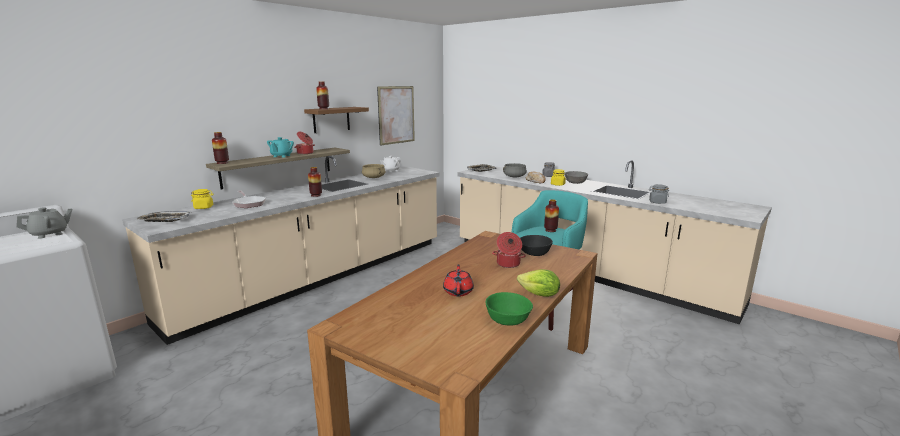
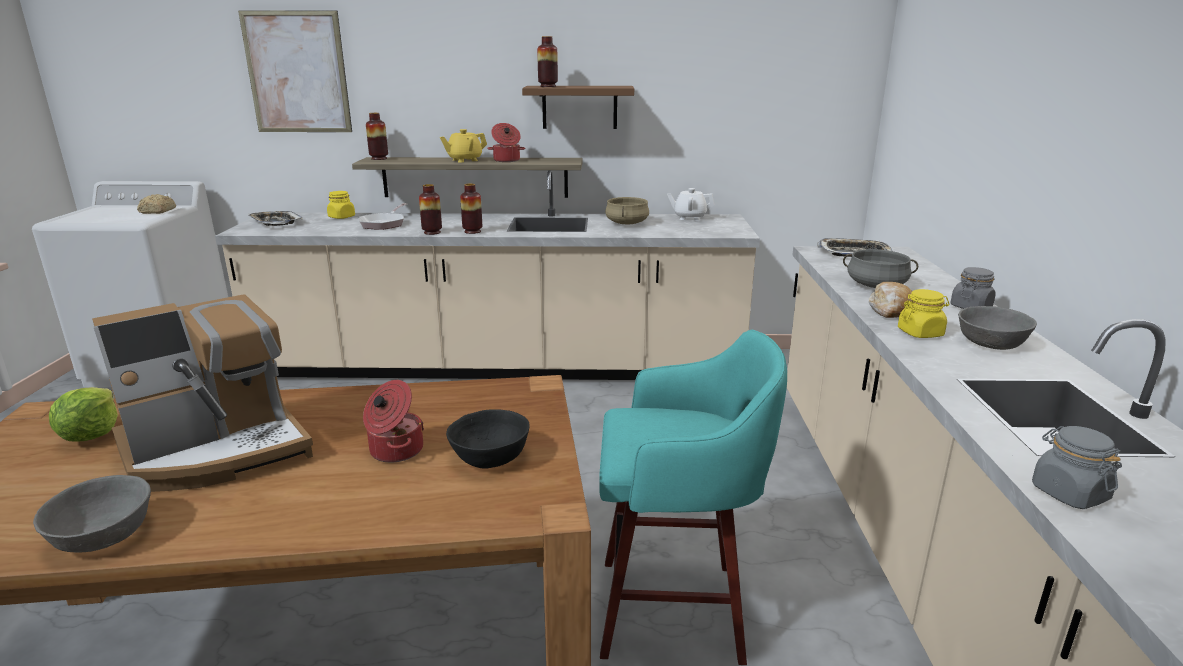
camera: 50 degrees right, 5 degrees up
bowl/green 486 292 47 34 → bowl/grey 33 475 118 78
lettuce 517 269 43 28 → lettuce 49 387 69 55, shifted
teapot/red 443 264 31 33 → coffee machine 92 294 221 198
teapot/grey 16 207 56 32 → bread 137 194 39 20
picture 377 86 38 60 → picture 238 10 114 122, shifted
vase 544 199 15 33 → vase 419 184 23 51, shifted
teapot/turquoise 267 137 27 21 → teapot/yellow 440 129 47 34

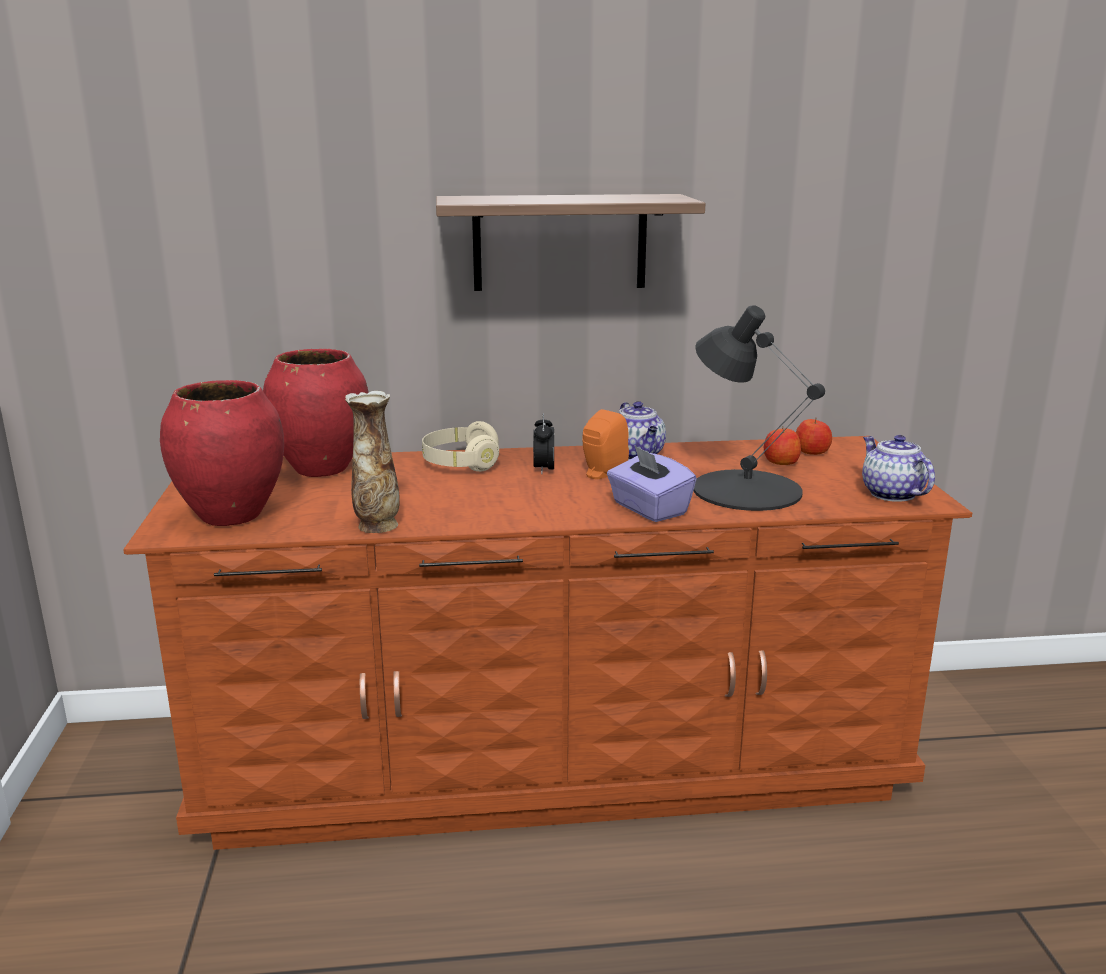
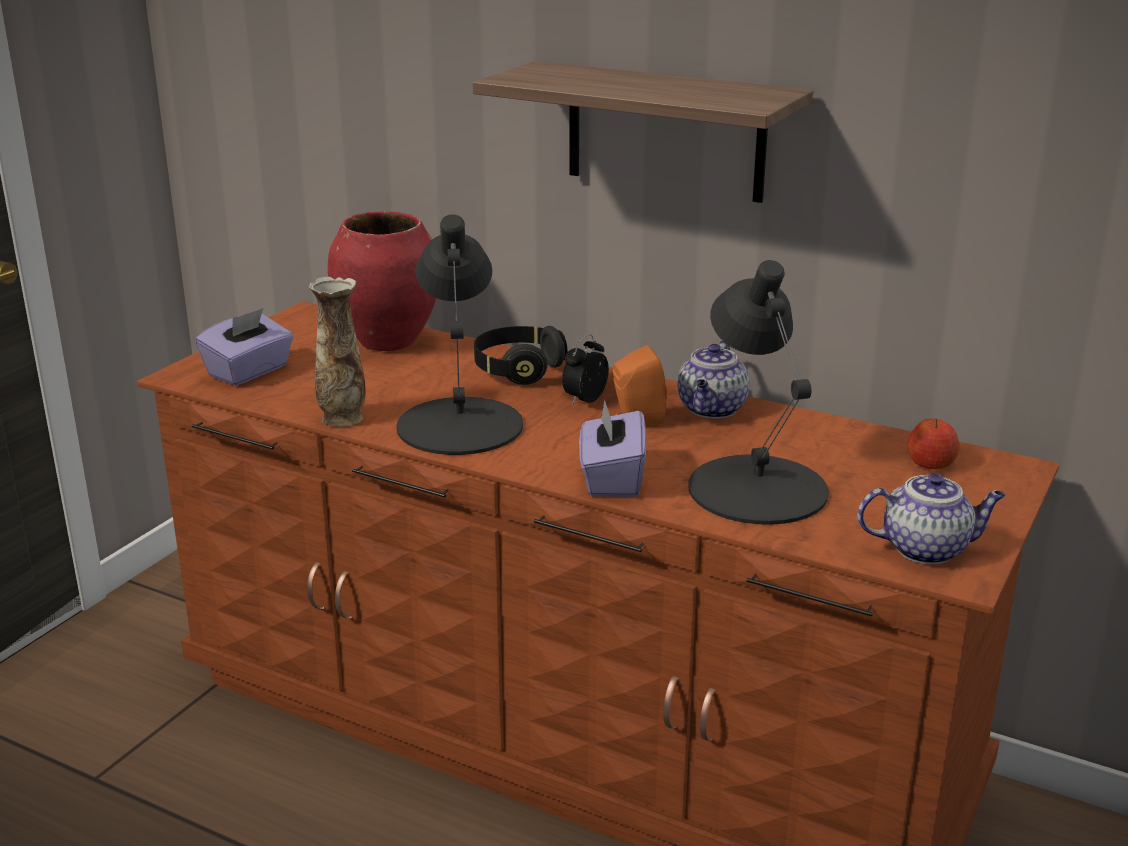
camera: 35 degrees right, 5 degrees up
vase/red 160 380 124 146 → tissue box/purple 195 308 99 78
- → table lamp/black 396 214 127 241
headphones/beige 422 421 77 51 → headphones/black 474 326 93 59
teapot 862 435 73 67 → teapot 858 473 148 91, 75 degrees clockwise
apple 764 427 37 38 → -

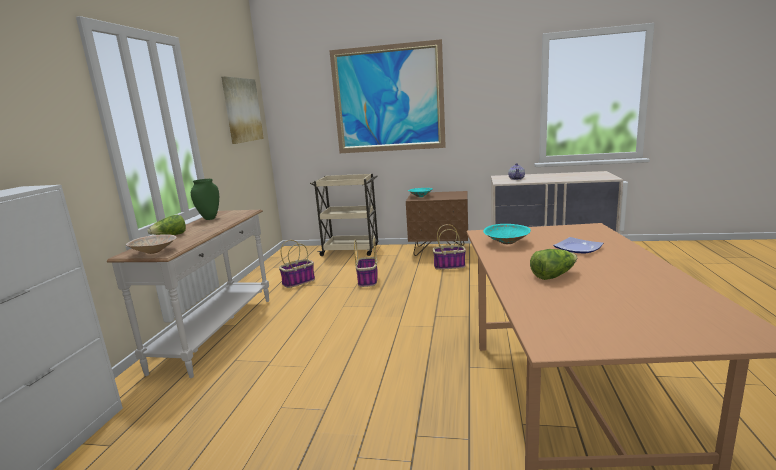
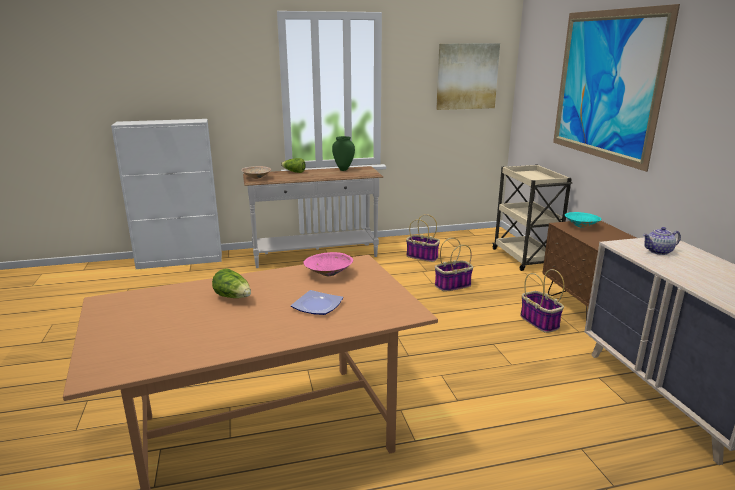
camera: 65 degrees right, 5 degrees up
bowl/turquoise 483 224 48 20 → bowl/pink 304 252 49 24

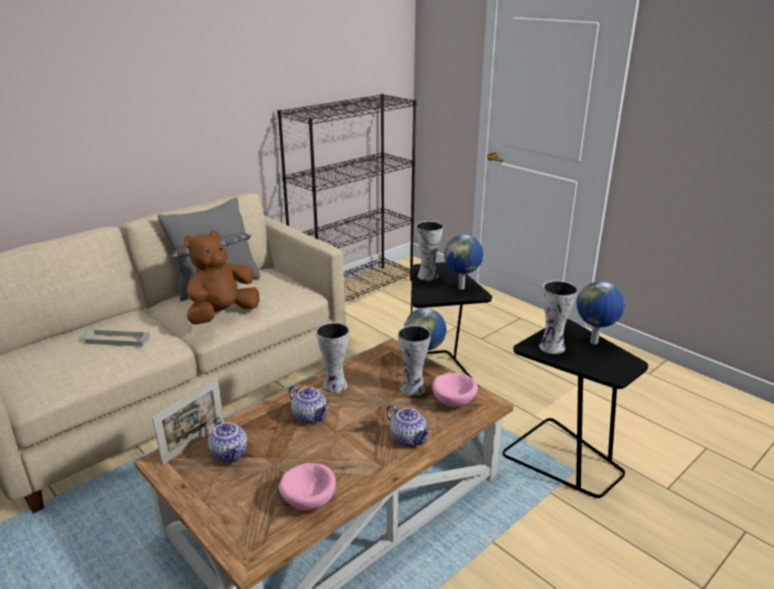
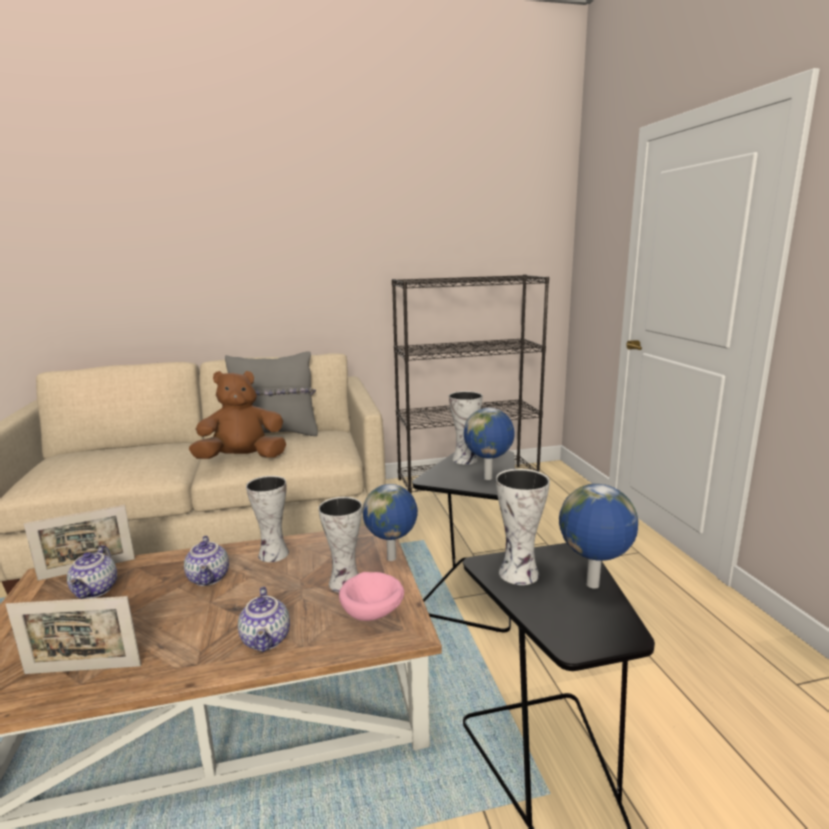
camera: 30 degrees right, 10 degrees down
bowl/pink 279 463 57 47 → picture frame 6 596 135 78
tray/grey 84 329 66 17 → -

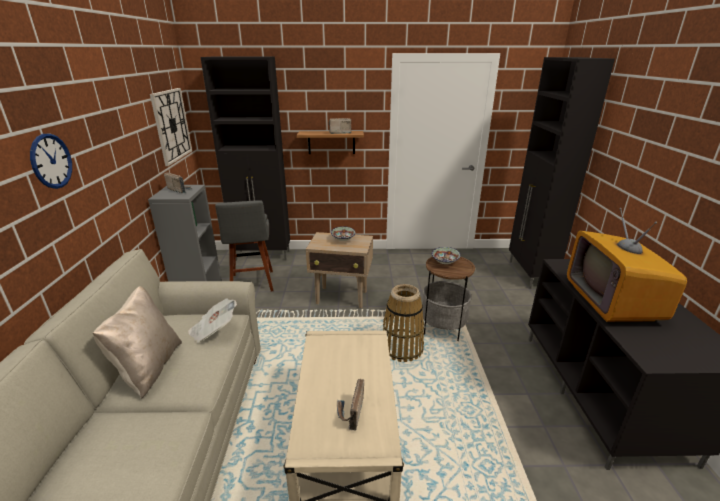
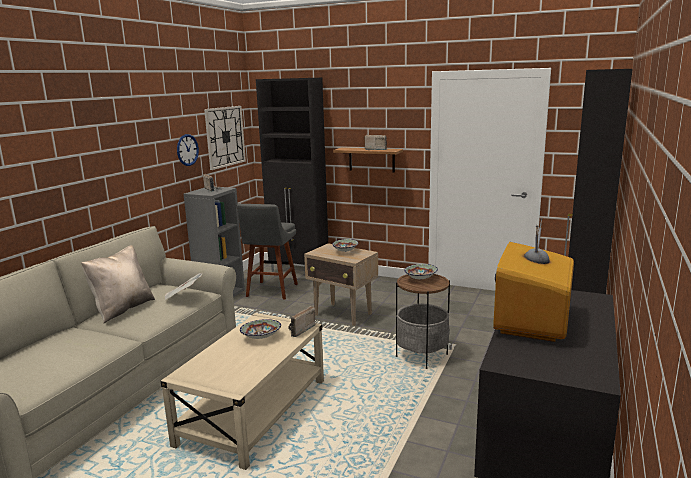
camera: 25 degrees right, 10 degrees down
wall clock 30 134 42 55 → wall clock 177 134 22 32, shifted
- → bowl 240 319 41 20
radio 337 379 27 51 → radio 288 306 28 31, shifted
basket 383 284 41 78 → -

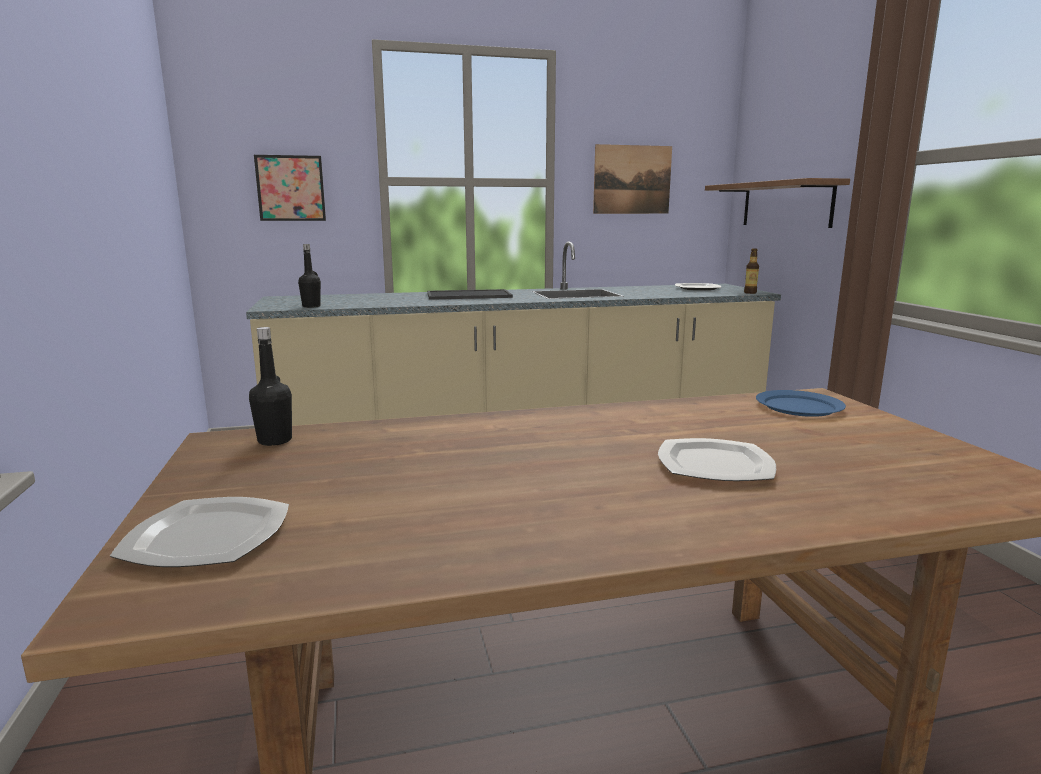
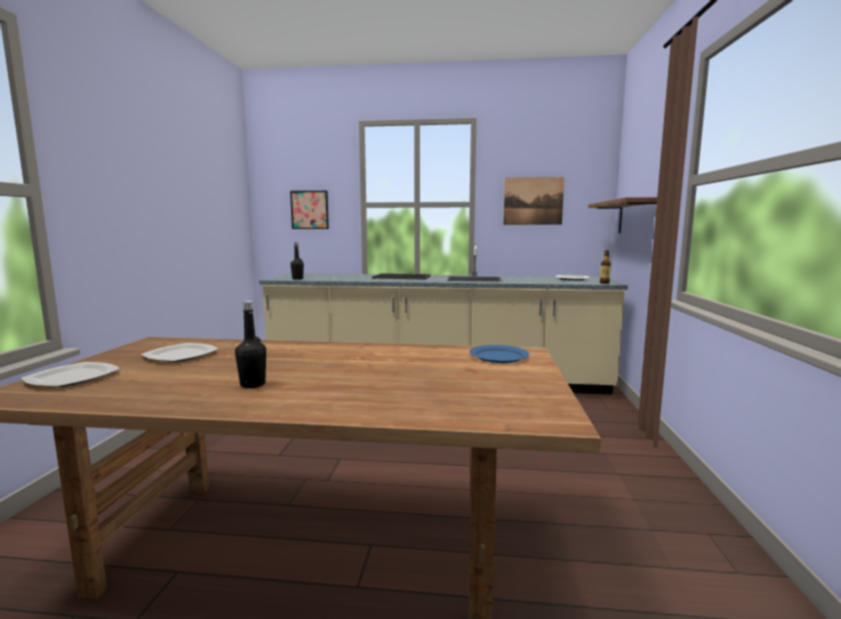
camera: 20 degrees right, 5 degrees down
plate 658 438 118 43 → plate 141 343 78 19, shifted
bottle/black 249 327 43 119 → bottle/black 235 301 31 87, shifted

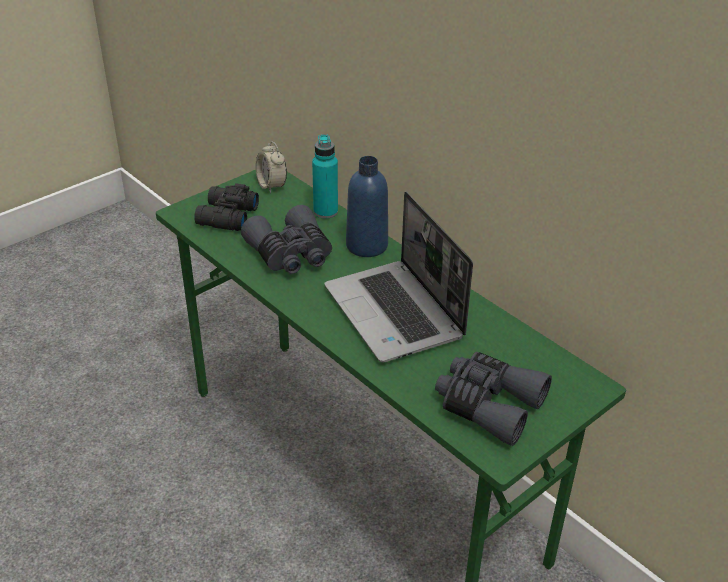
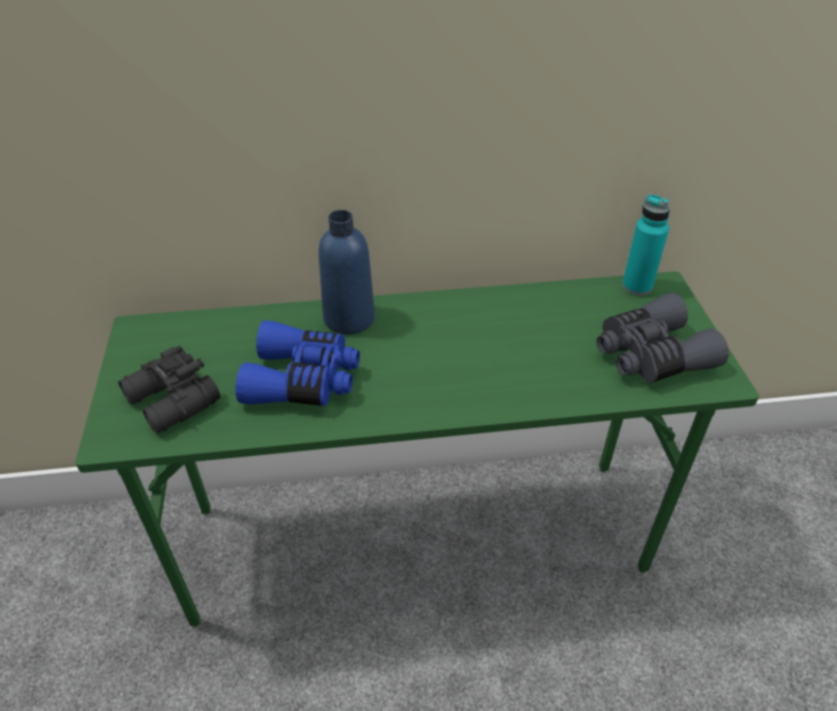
camera: 55 degrees left, 5 degrees up
binoculars/grey 241 205 91 69 → binoculars/blue 235 321 125 85
bottle/turquoise 312 134 26 85 → bottle/turquoise 622 194 48 102, shifted
alarm clock 255 141 32 52 → -
laptop 324 192 149 170 → -

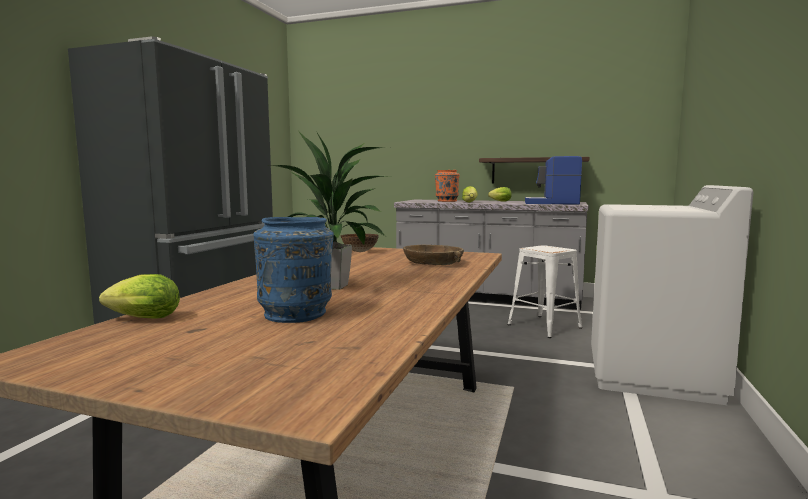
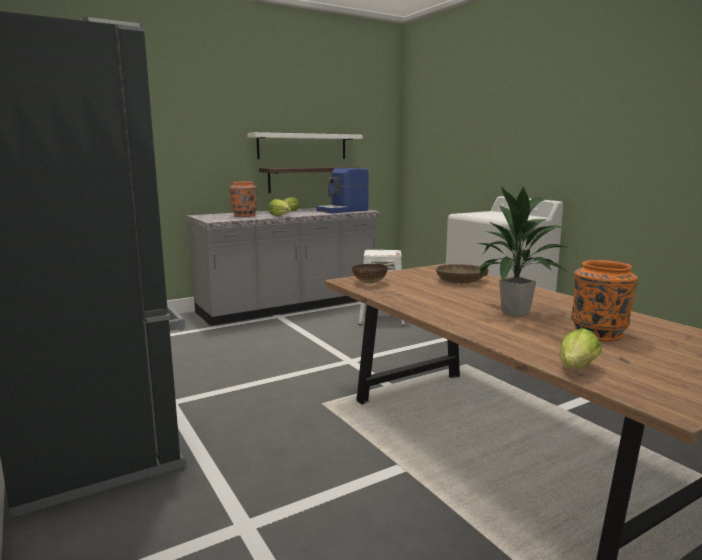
camera: 50 degrees left, 5 degrees up
- → shelf/white 247 132 115 27
vase/blue 253 217 81 106 → vase/orange 571 260 67 81

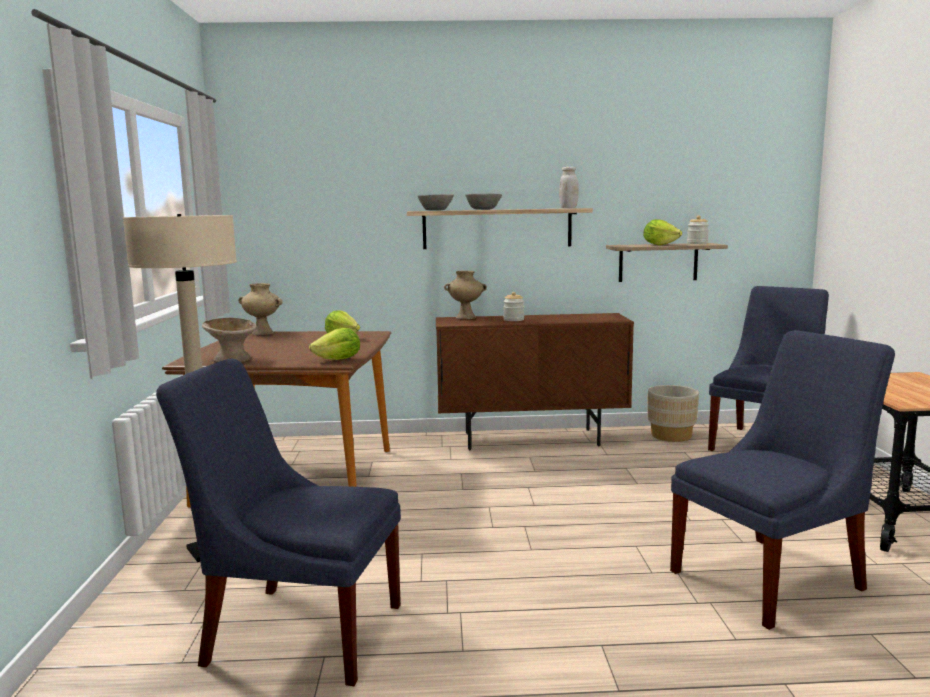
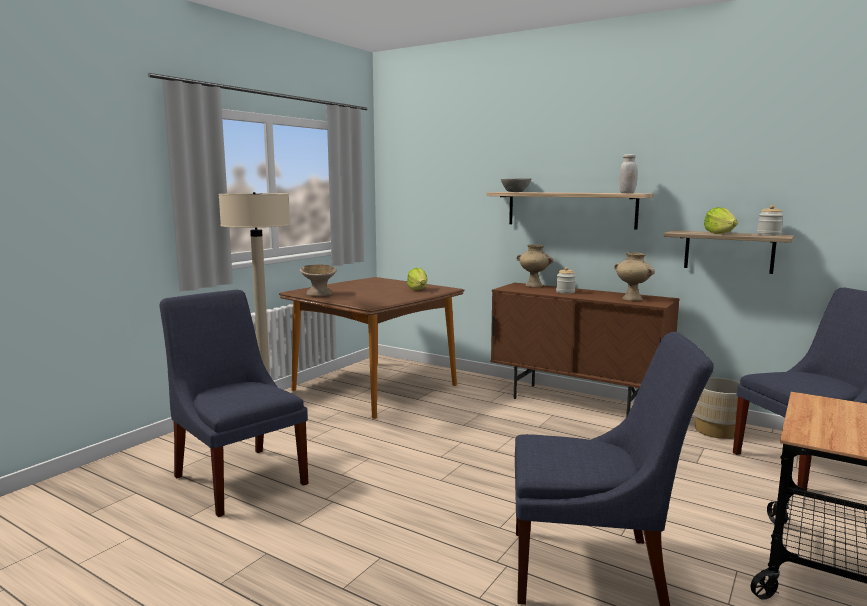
camera: 35 degrees right, 0 degrees up
vase/beige 238 283 44 52 → vase/beige 614 253 41 48, shifted
lettuce 309 328 51 32 → -
bowl/grey 465 193 37 17 → -

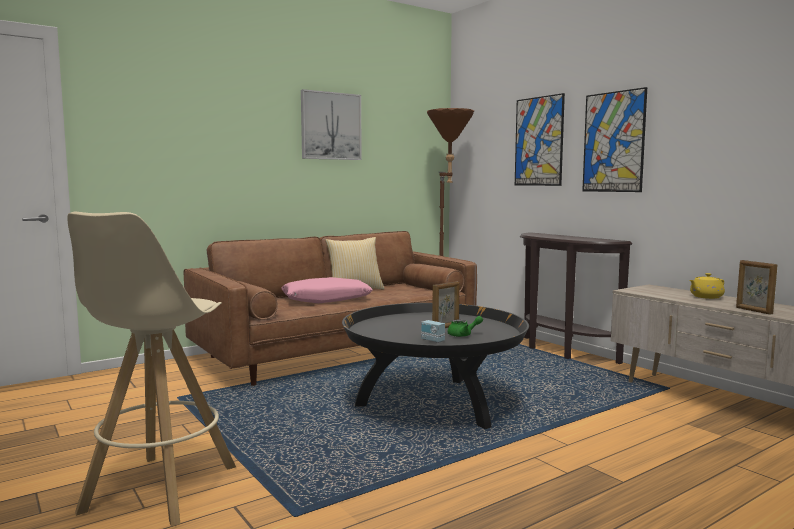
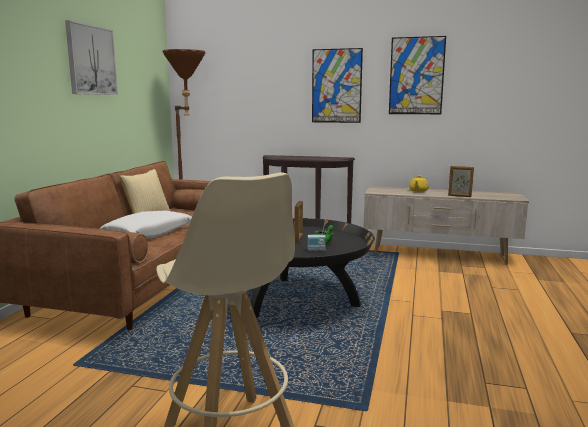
camera: 40 degrees left, 5 degrees up
pillow/pink 281 277 92 26 → pillow/white 100 211 92 28
picture 515 93 50 93 → picture 389 36 57 78, shifted

